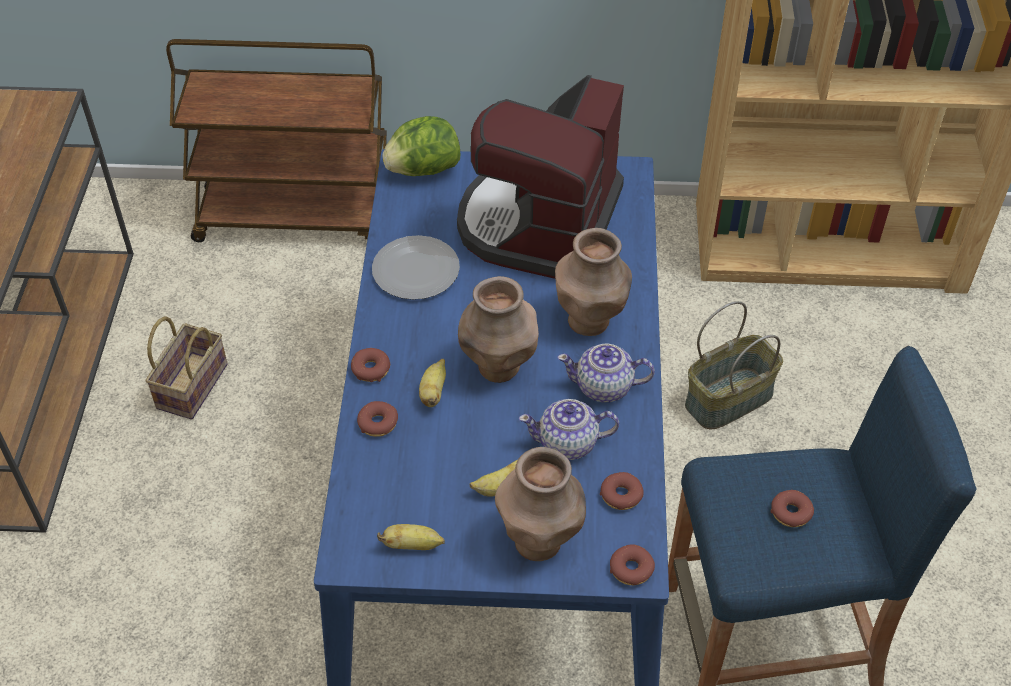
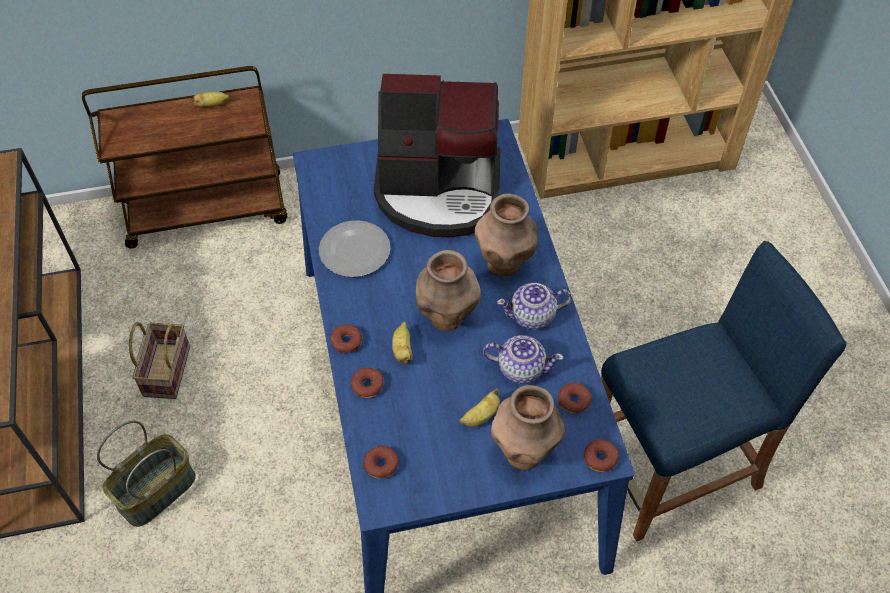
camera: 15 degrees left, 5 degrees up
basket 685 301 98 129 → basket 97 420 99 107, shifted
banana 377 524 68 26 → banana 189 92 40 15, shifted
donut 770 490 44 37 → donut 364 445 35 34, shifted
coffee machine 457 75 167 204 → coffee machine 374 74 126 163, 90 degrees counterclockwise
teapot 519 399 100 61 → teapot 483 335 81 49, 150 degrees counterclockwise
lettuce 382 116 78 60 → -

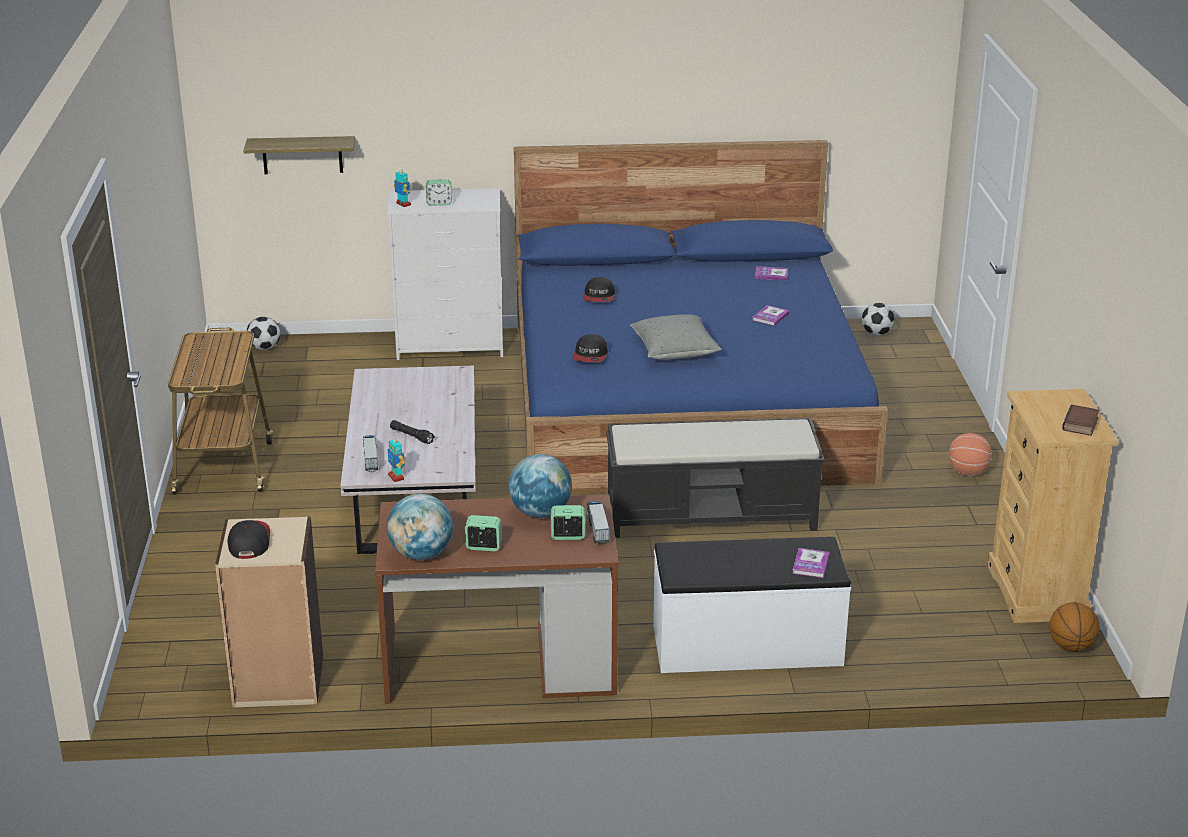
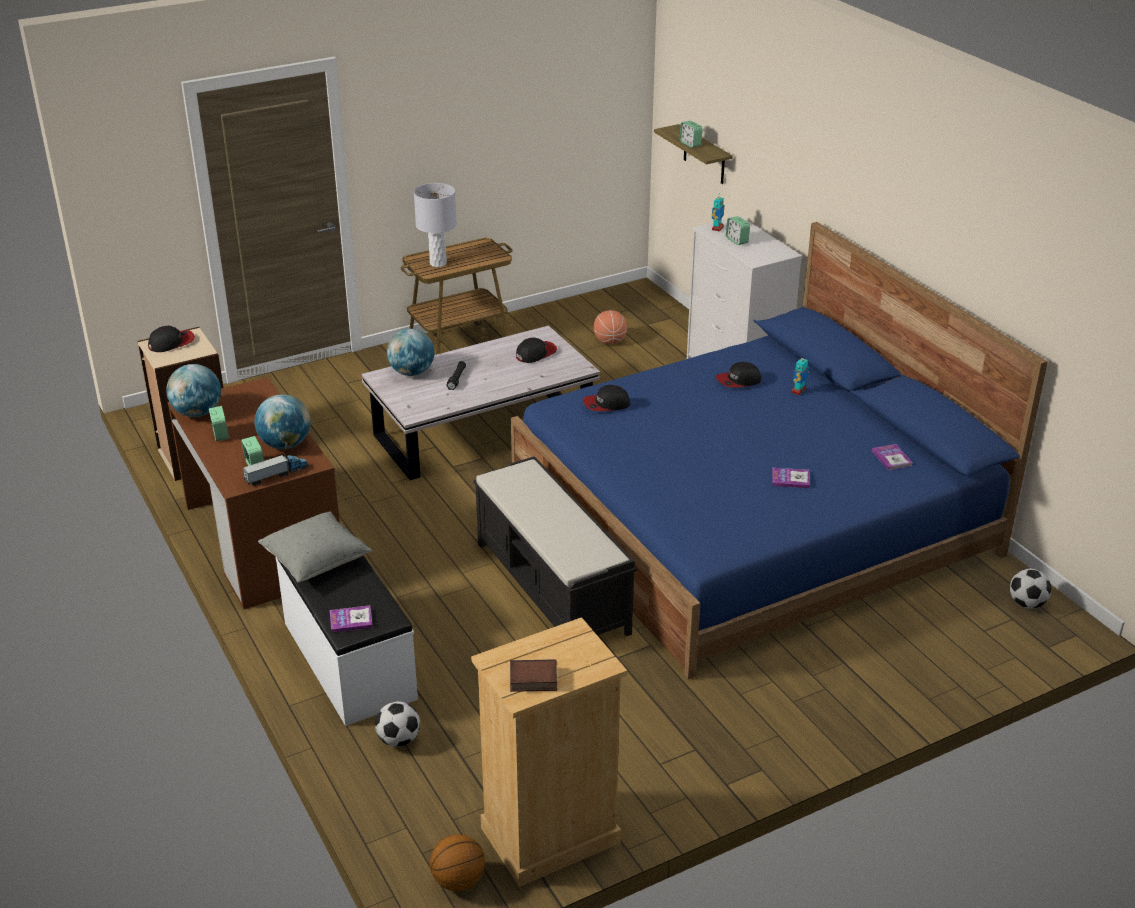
camera: 65 degrees right, 5 degrees up
pillow/grey 630 314 92 46 → pillow/grey 258 511 114 72, shifted
football 247 316 33 34 → football 375 701 45 46, shifted
toy truck 363 435 15 37 → globe 387 329 47 47
- → table lamp/grey 414 183 43 84
- → cap 516 337 41 26
basketball 949 433 43 43 → basketball 594 310 33 34, shifted
- → alarm clock 679 121 24 27
toy robot 388 437 17 45 → toy robot 791 355 18 40, shifted

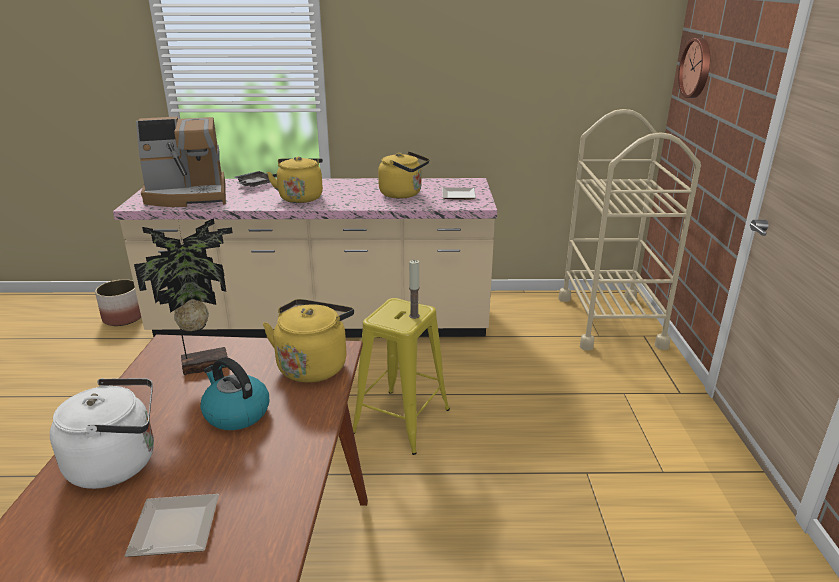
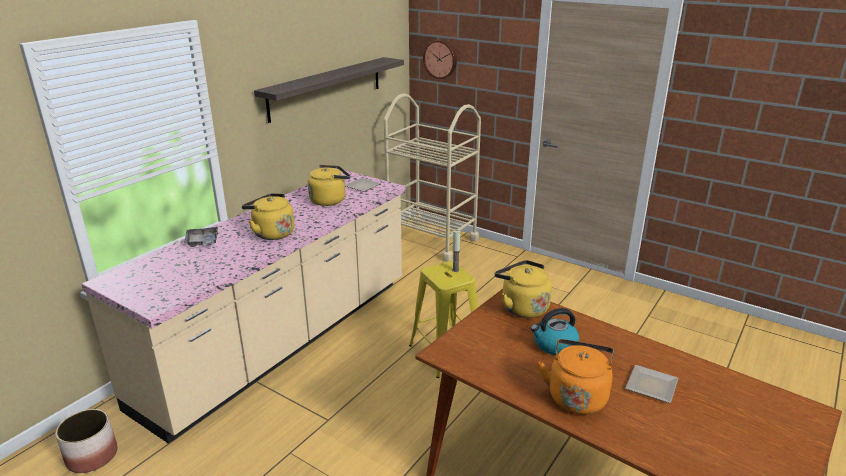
camera: 55 degrees left, 0 degrees up
- → shelf 254 57 150 66
kettle/white 50 378 104 111 → kettle/orange 538 339 76 75
potted plant 134 218 99 157 → -
coffee machine 136 117 90 90 → -

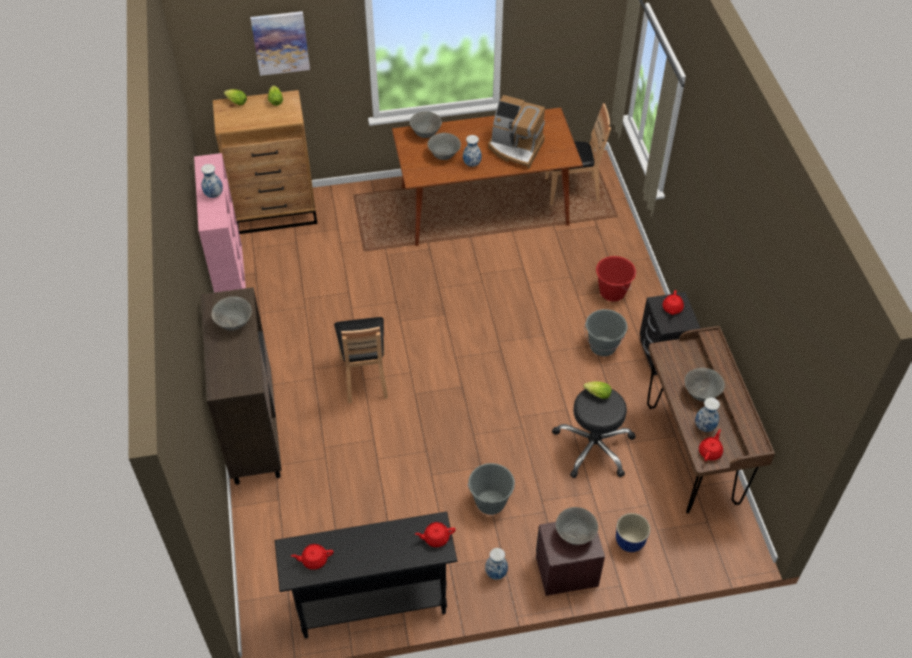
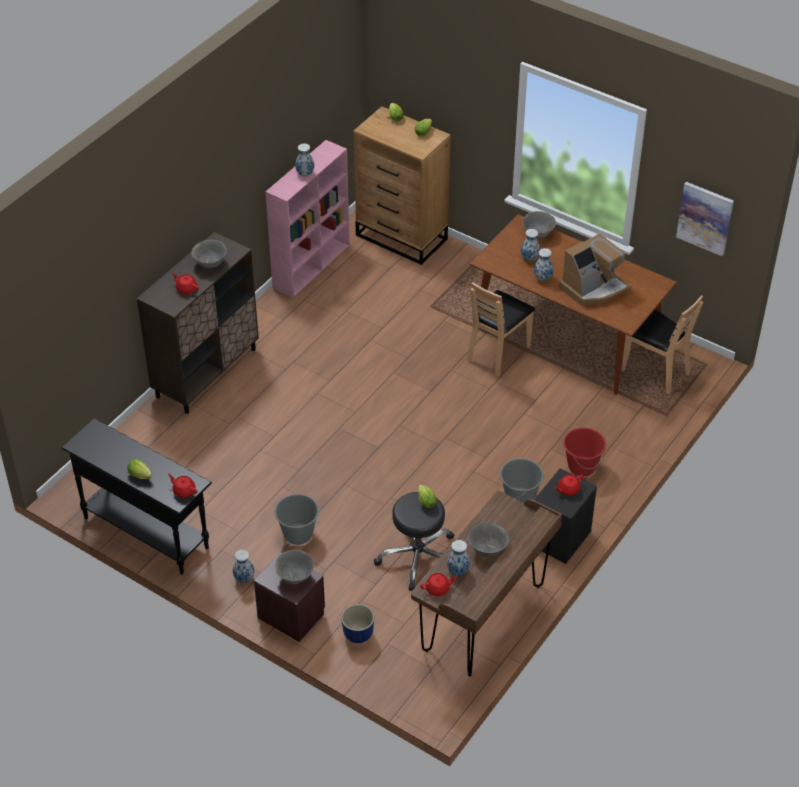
camera: 45 degrees right, 5 degrees down
- → lettuce 127 459 25 20
teapot/red 291 544 43 26 → teapot/red 172 272 27 22, shifted
chair/brown 334 317 54 86 → chair/brown 467 282 68 94, shifted
bowl/grey 428 133 33 27 → vase 521 229 19 32
coffee machine 488 95 57 74 → coffee machine 559 234 72 71, 105 degrees counterclockwise
picture 250 11 60 65 → picture 676 182 58 74, shifted

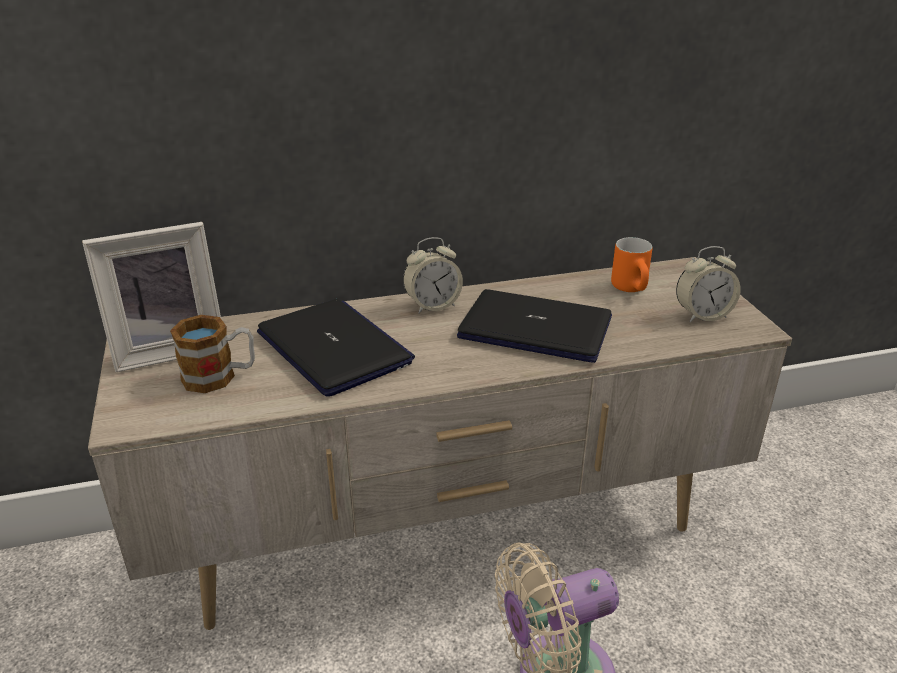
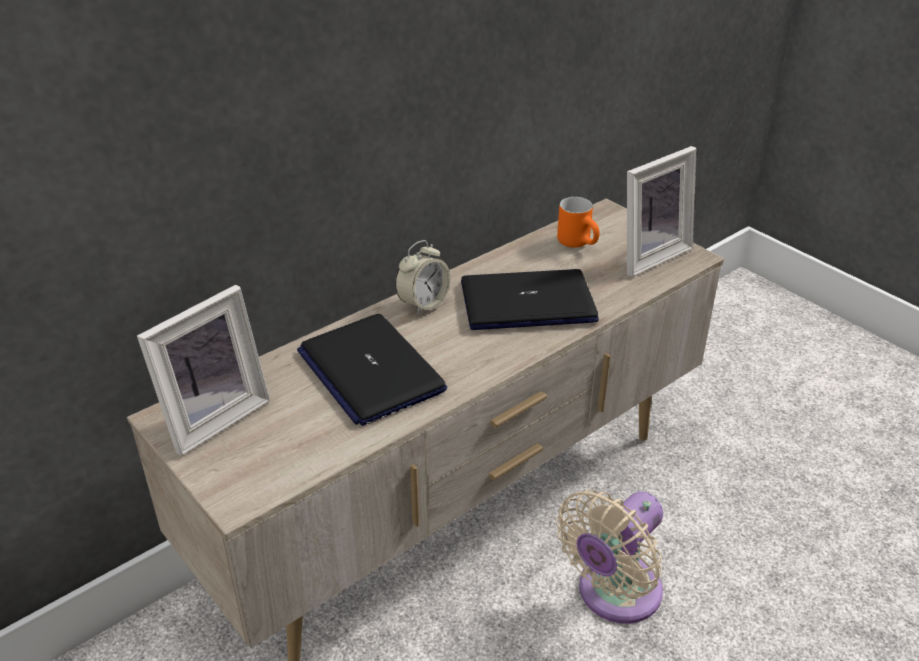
camera: 25 degrees left, 5 degrees up
laptop 257 299 158 98 → laptop 297 314 150 112, 150 degrees counterclockwise
alarm clock 676 246 65 76 → picture frame 627 146 69 131
mug 170 315 85 78 → -

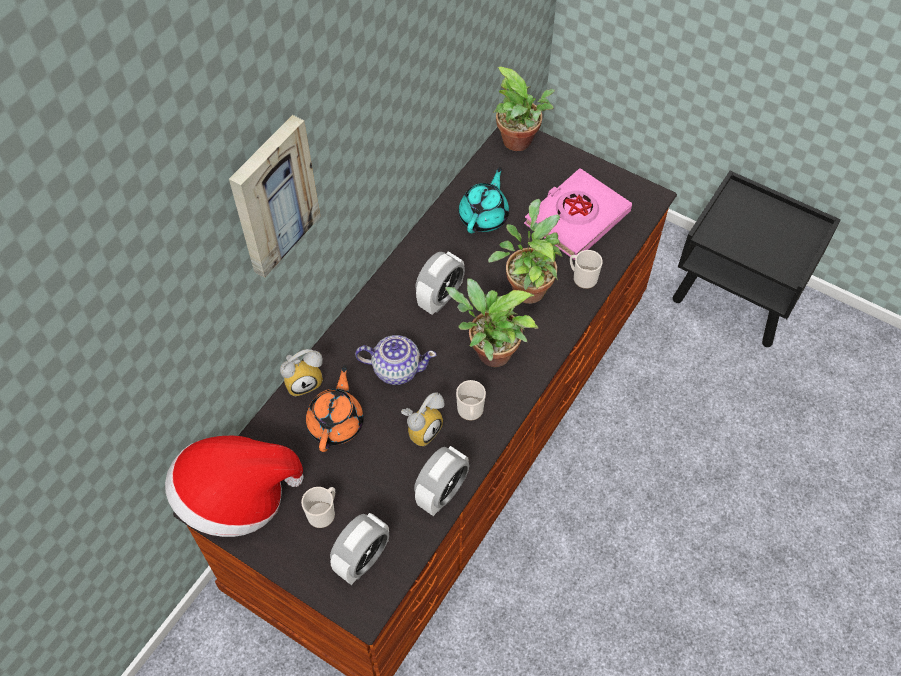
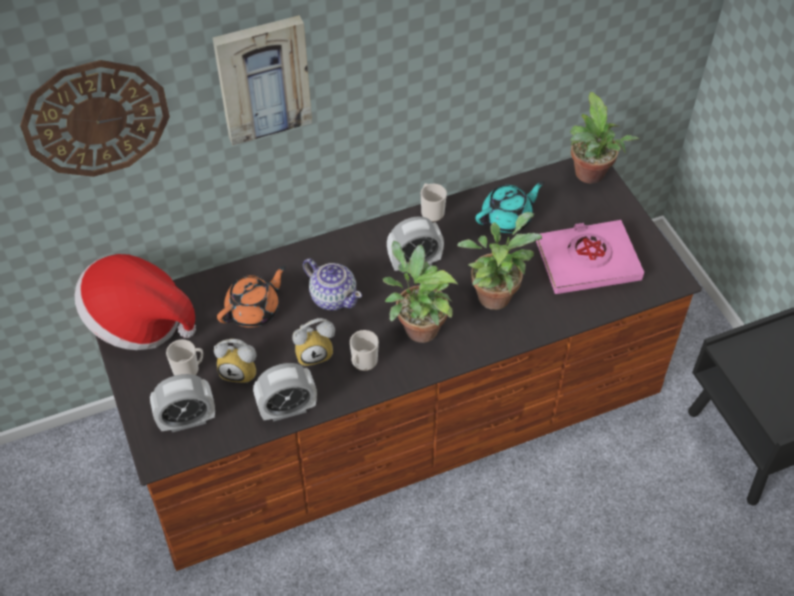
camera: 35 degrees right, 5 degrees down
- → wall clock 20 60 150 117
alarm clock 280 349 43 47 → alarm clock 214 339 43 44, shifted
mug 570 250 33 39 → mug 421 183 26 39, shifted

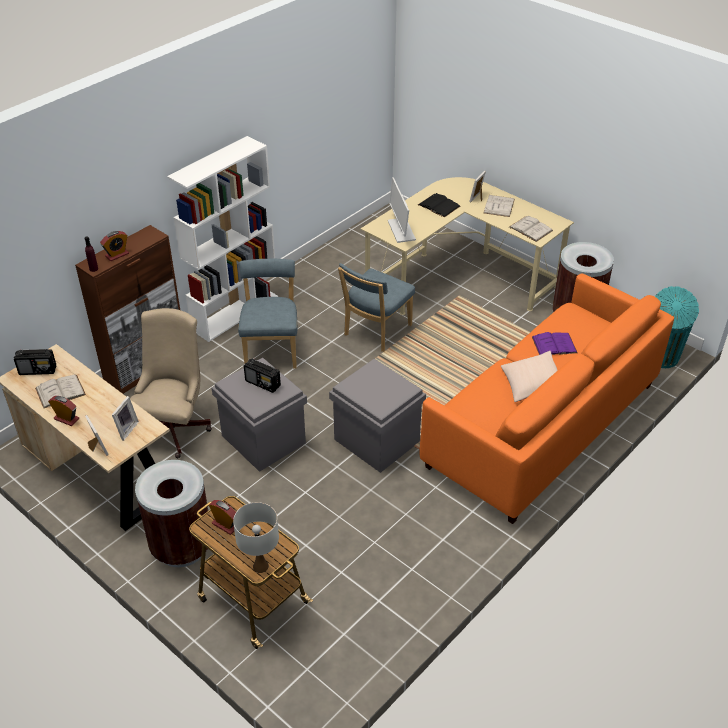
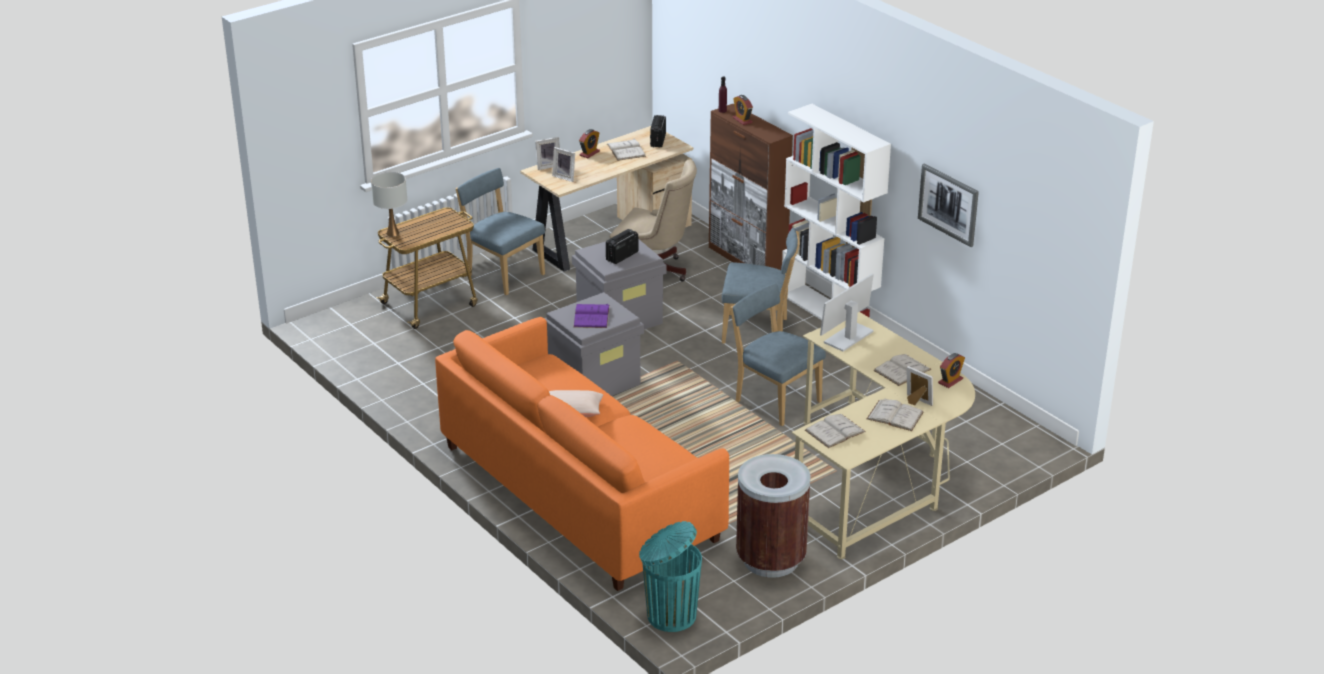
camera: 100 degrees right, 10 degrees down
trash can/brown 135 460 77 107 → chair/blue 456 168 89 127
book/purple 532 332 45 23 → book/purple 573 304 37 24, shifted
monitor 388 177 28 66 → monitor 820 273 54 79, 45 degrees counterclockwise
book/black 418 193 42 25 → book/white 873 354 58 32
- → picture 918 164 61 83
alarm clock 209 500 27 35 → alarm clock 938 353 27 35, shifted

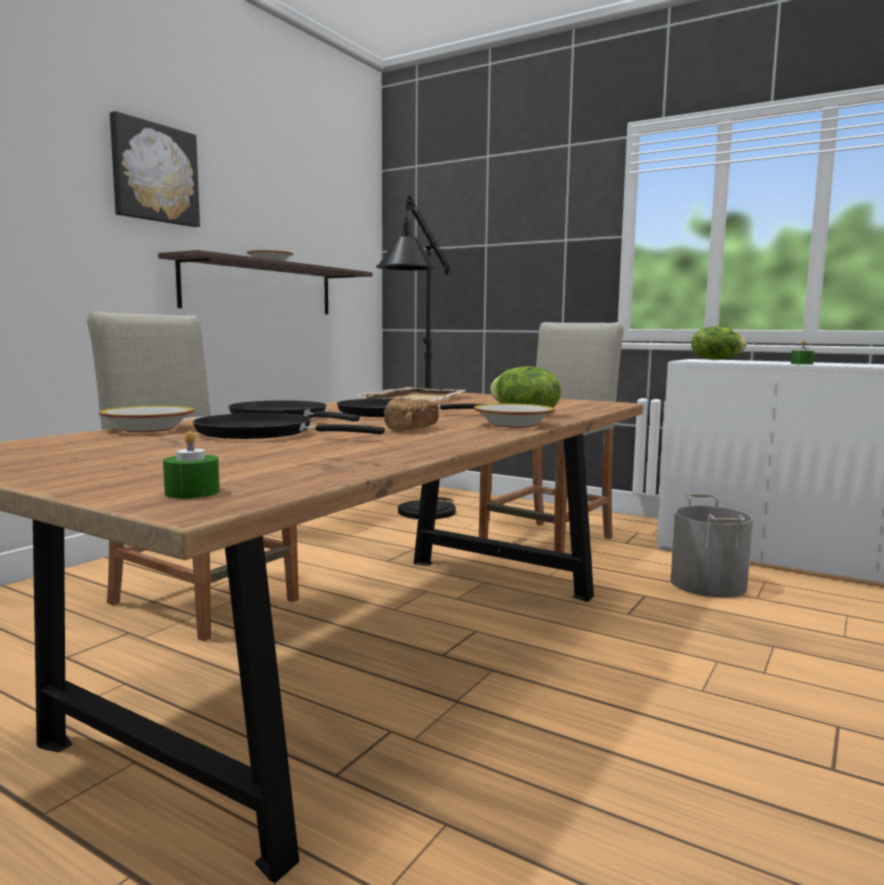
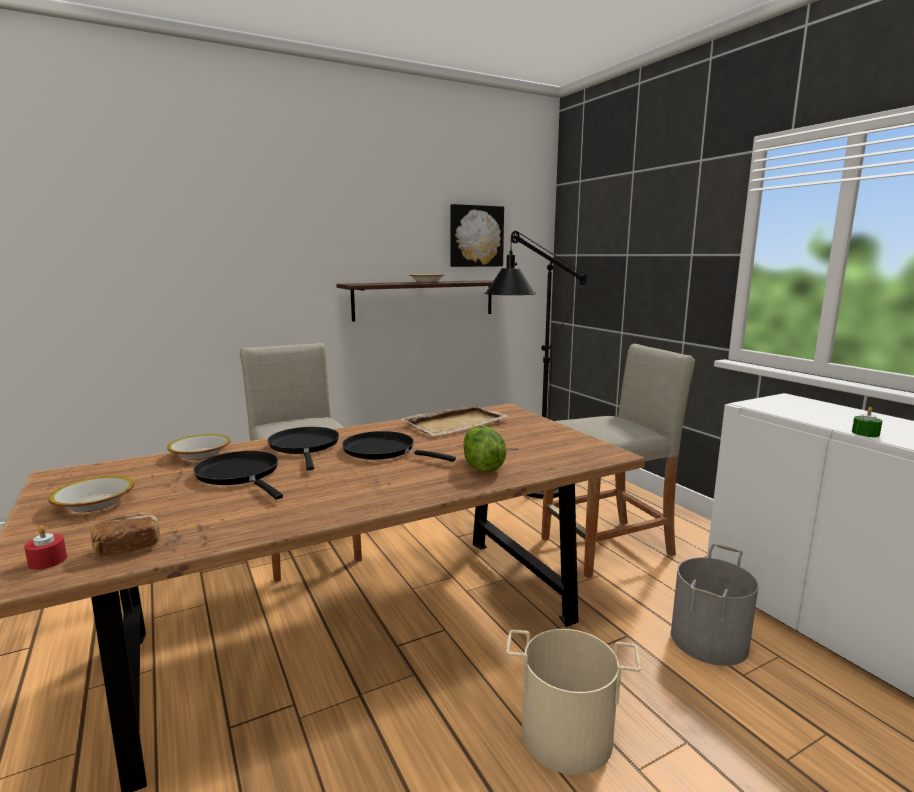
camera: 30 degrees right, 5 degrees up
candle/green 163 431 57 68 → candle/red 24 526 43 44
bowl 473 404 82 24 → bowl 48 476 86 36, shifted
bread 384 397 55 33 → bread 90 513 70 43, shifted
picture 110 111 90 116 → picture 450 204 54 63, shifted
- → bucket/beige 506 629 135 146
lettuce 691 326 56 34 → -

